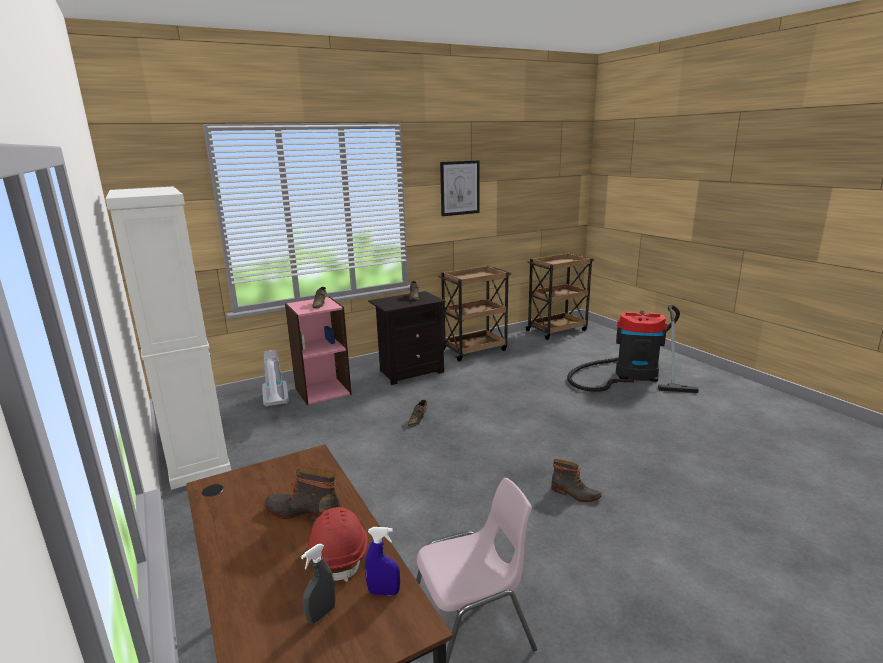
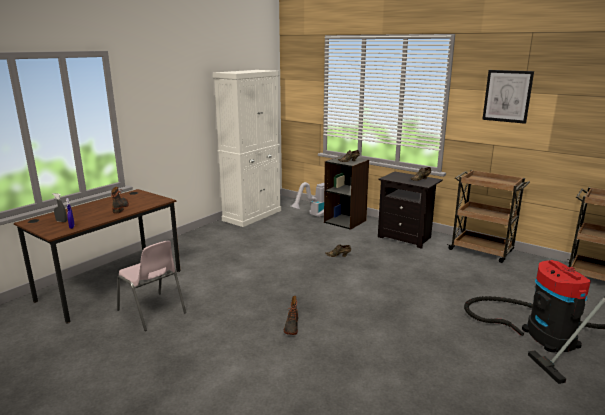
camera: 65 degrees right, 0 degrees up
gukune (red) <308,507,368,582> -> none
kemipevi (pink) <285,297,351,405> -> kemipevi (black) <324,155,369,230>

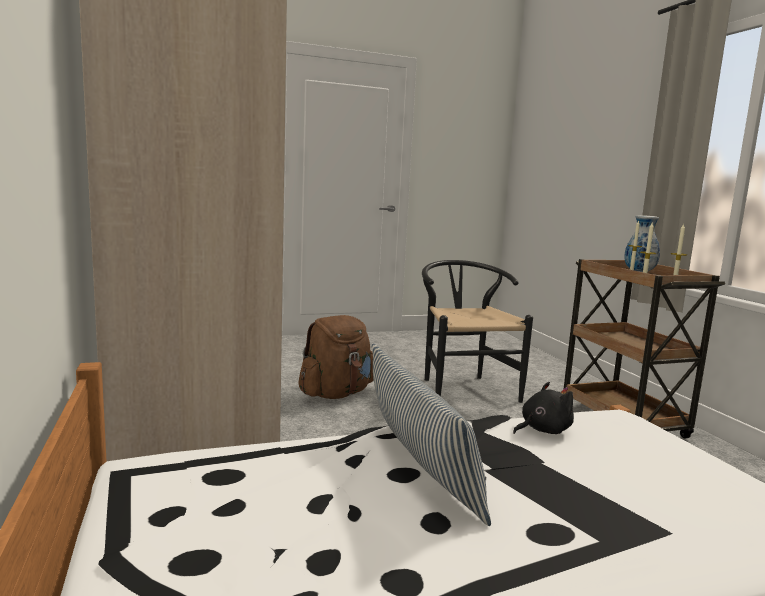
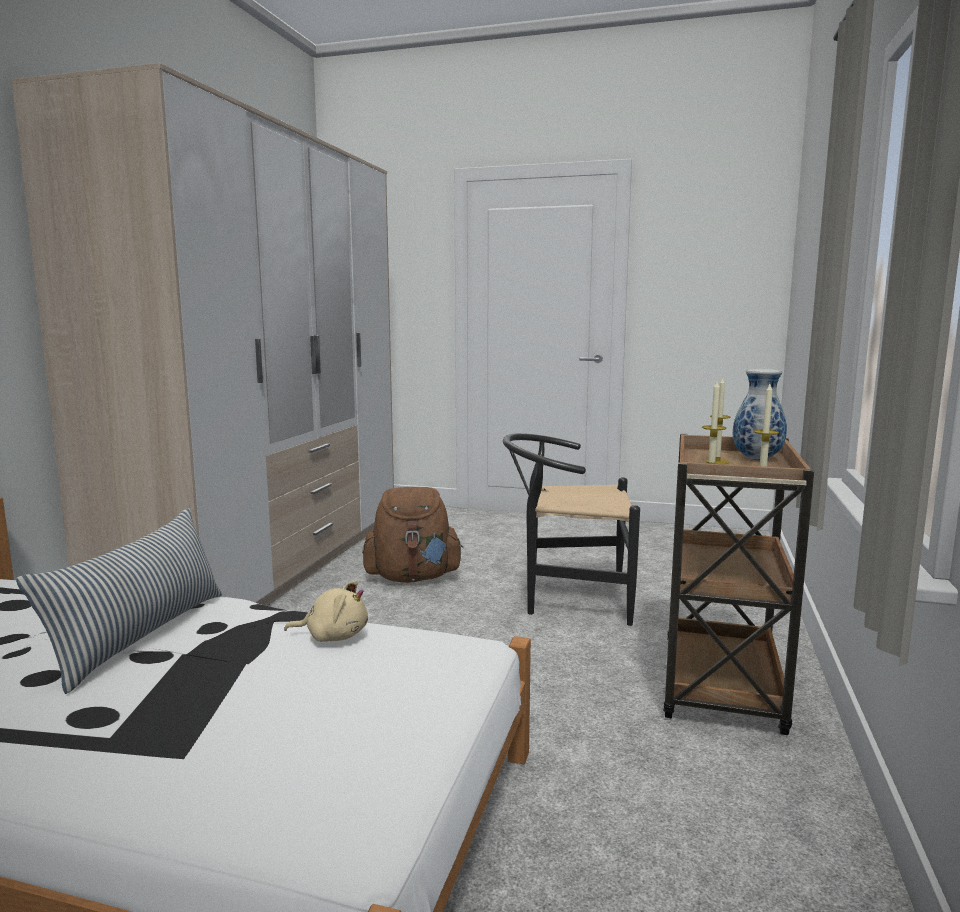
camera: 35 degrees right, 0 degrees up
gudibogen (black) <513,382,574,434> -> gudibogen (beige) <284,580,368,642>
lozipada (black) <422,260,533,403> -> lozipada (black) <503,433,640,626>, 105 degrees counterclockwise

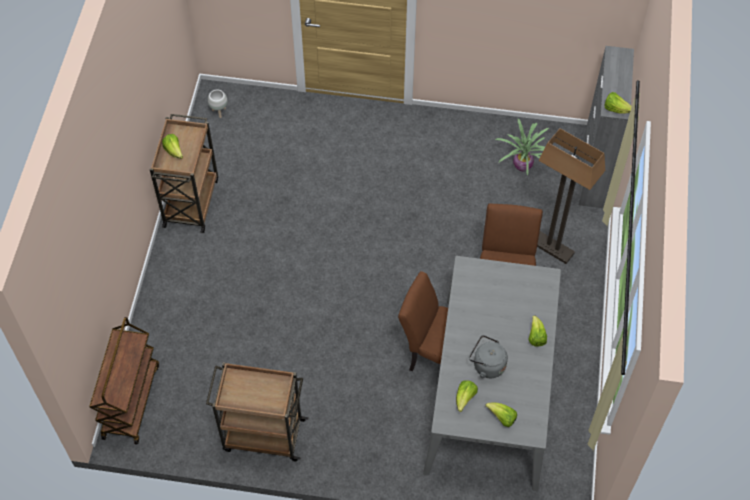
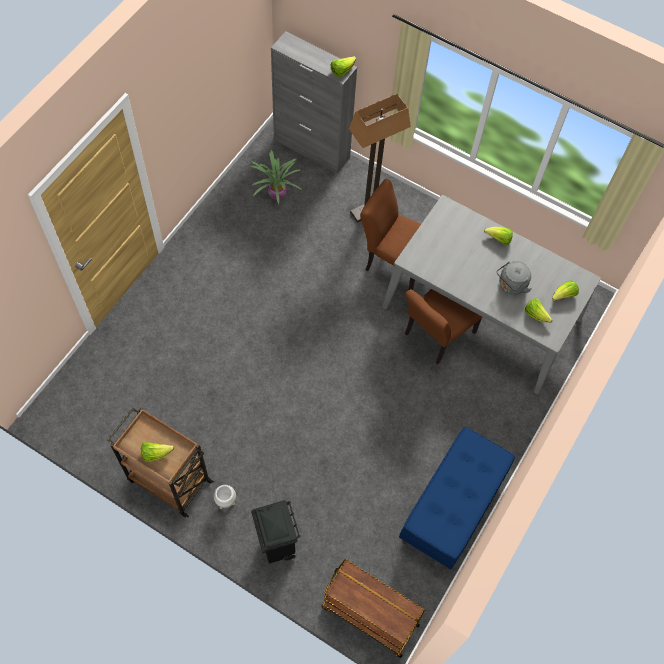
camera: 70 degrees left, 5 degrees up
none -> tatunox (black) <251,500,300,563>
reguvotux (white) <208,90,227,118> -> reguvotux (white) <214,485,236,509>, move
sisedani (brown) <206,362,308,461> -> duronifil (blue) <399,427,515,569>

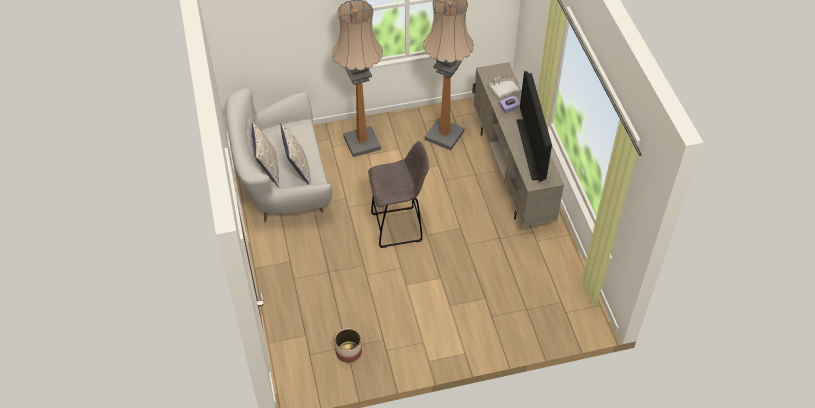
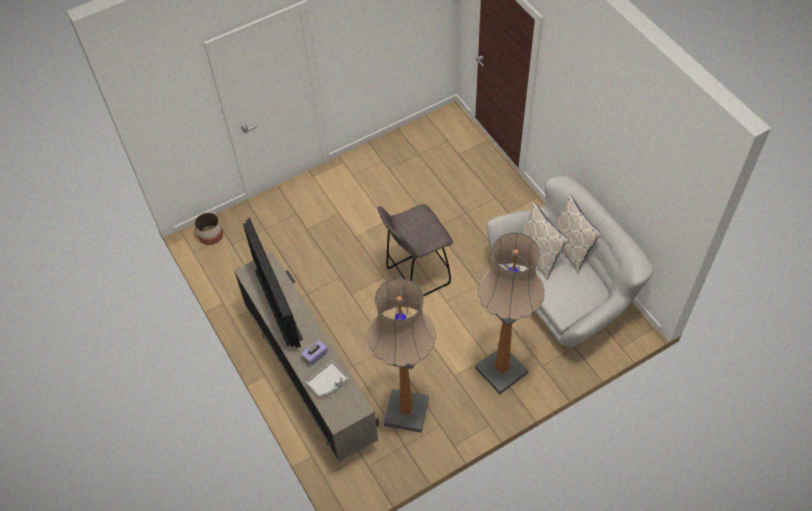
camera: 165 degrees right, 5 degrees up
reguvotux <335,329,362,363> -> reguvotux <194,212,223,245>, move

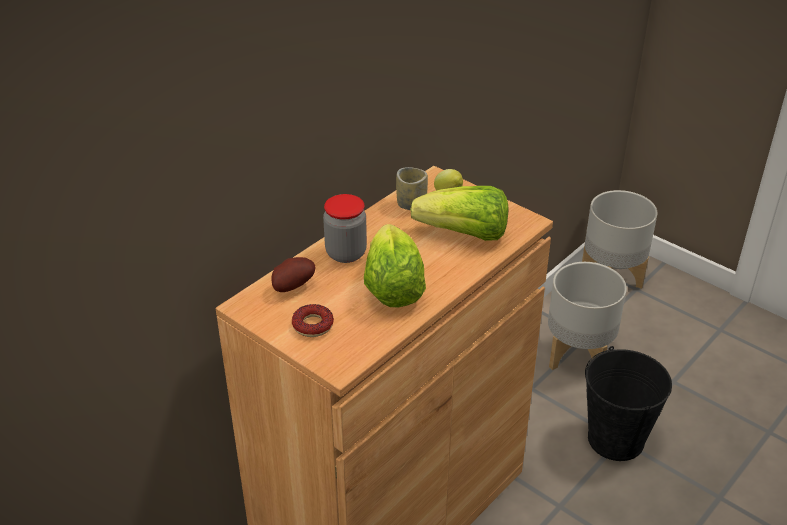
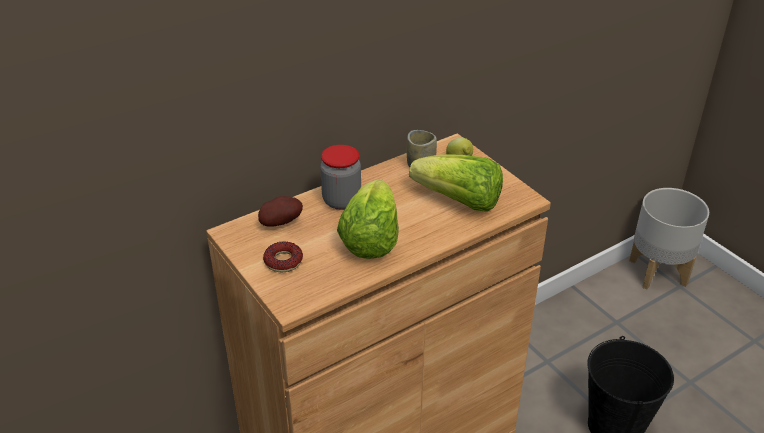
camera: 15 degrees right, 0 degrees up
reguvotux (grey) <548,262,627,370> -> none

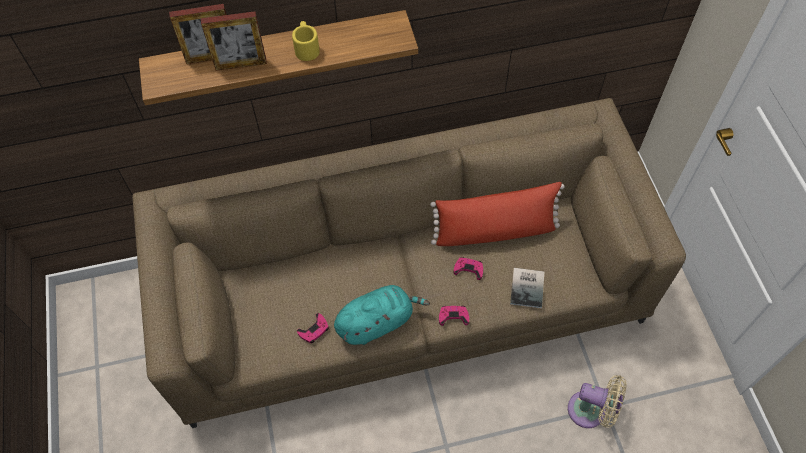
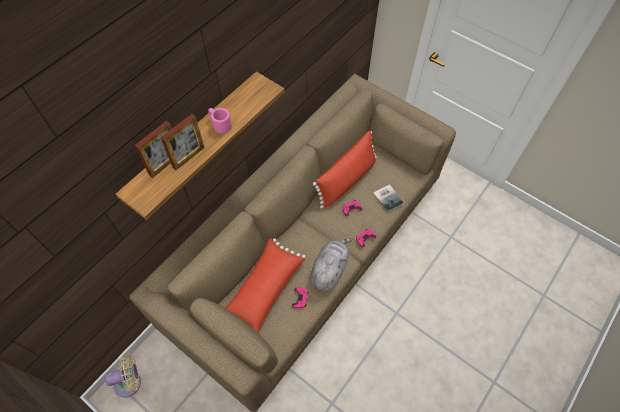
camera: 40 degrees left, 0 degrees up
none -> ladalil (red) <225,238,306,332>
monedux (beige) <568,375,627,428> -> monedux (beige) <105,354,141,398>, move
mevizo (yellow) <292,21,320,61> -> mevizo (pink) <208,108,232,133>
gudibogen (turquoise) <334,285,430,345> -> gudibogen (grey) <310,238,353,291>

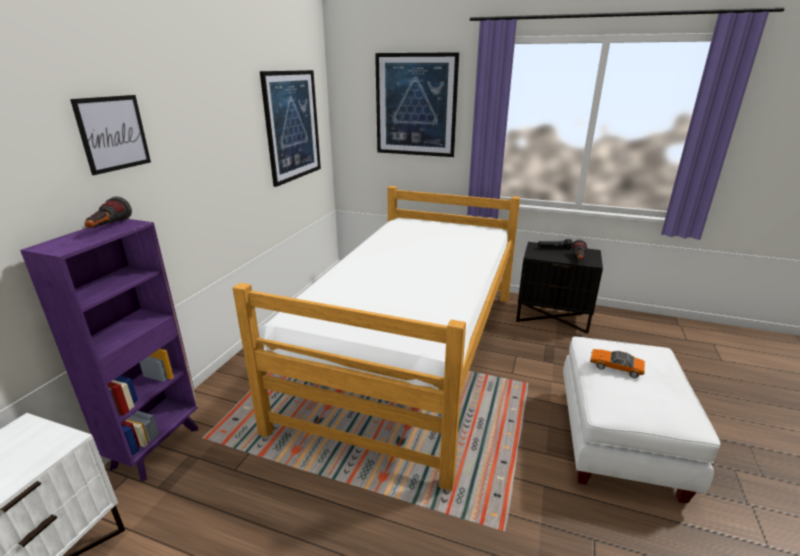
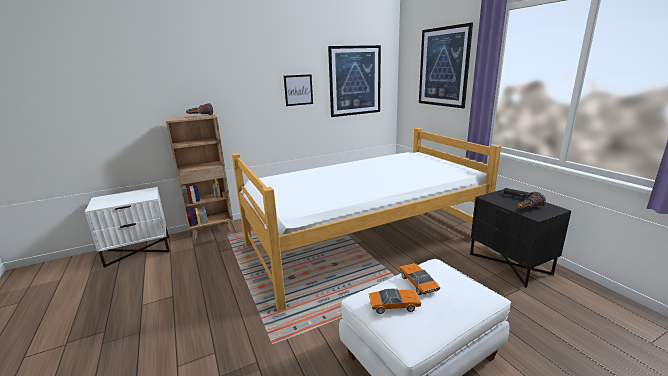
camera: 45 degrees right, 5 degrees down
none -> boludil <369,288,421,314>
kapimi <70,95,151,175> -> kapimi <284,74,313,106>, move
kemipevi (purple) <20,219,199,482> -> kemipevi (brown) <166,114,233,240>

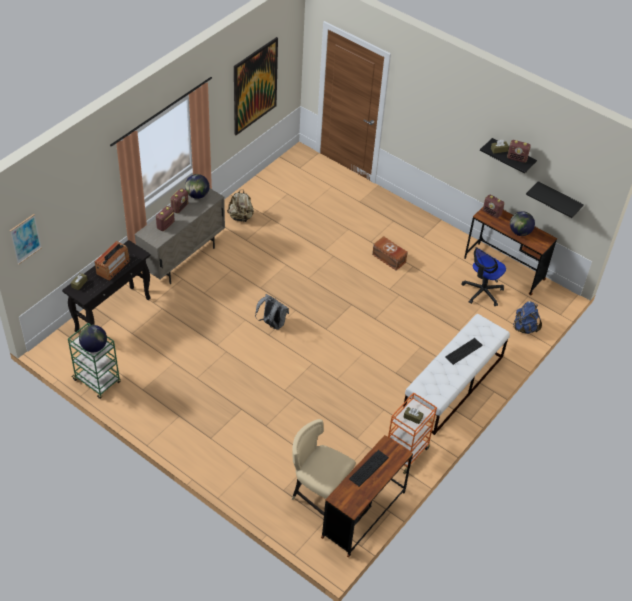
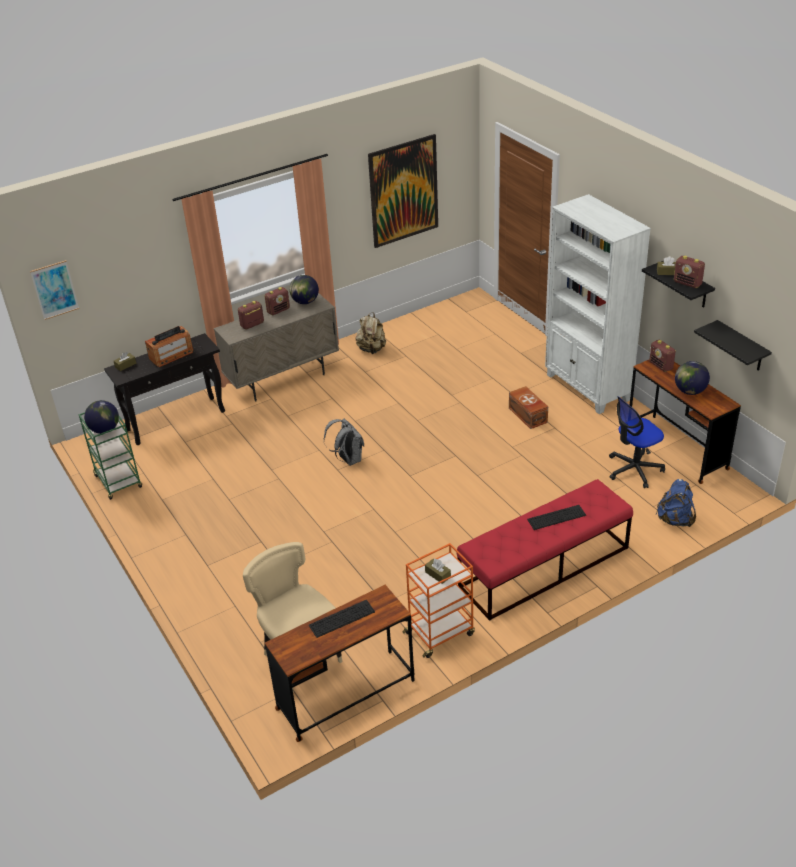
camera: 25 degrees right, 10 degrees down
none -> kemipevi (white) <545,194,651,414>
duronifil (white) <403,314,510,435> -> duronifil (red) <457,479,633,621>

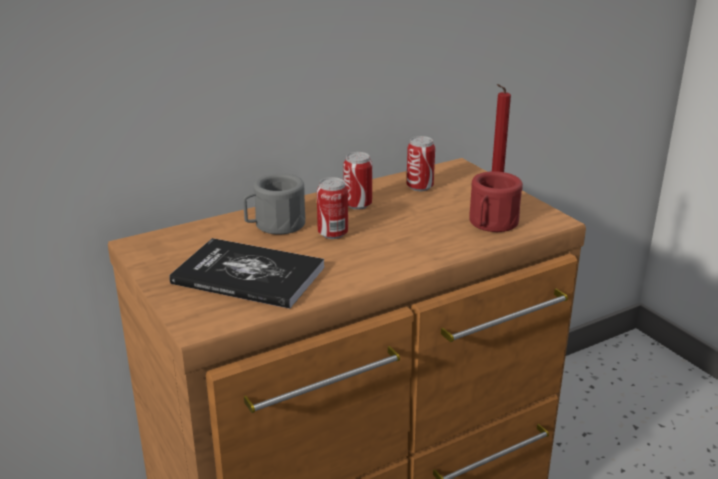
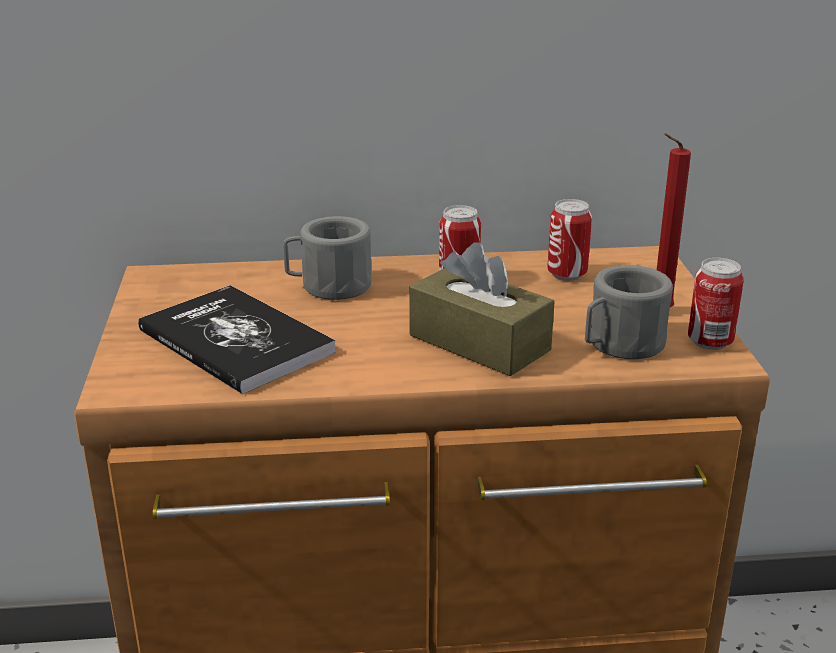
camera: 25 degrees right, 0 degrees up
none -> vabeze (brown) <409,242,555,376>
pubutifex <317,177,348,239> -> pubutifex <688,258,744,350>, move
mevizo (red) <469,171,523,232> -> mevizo (grey) <585,265,673,359>

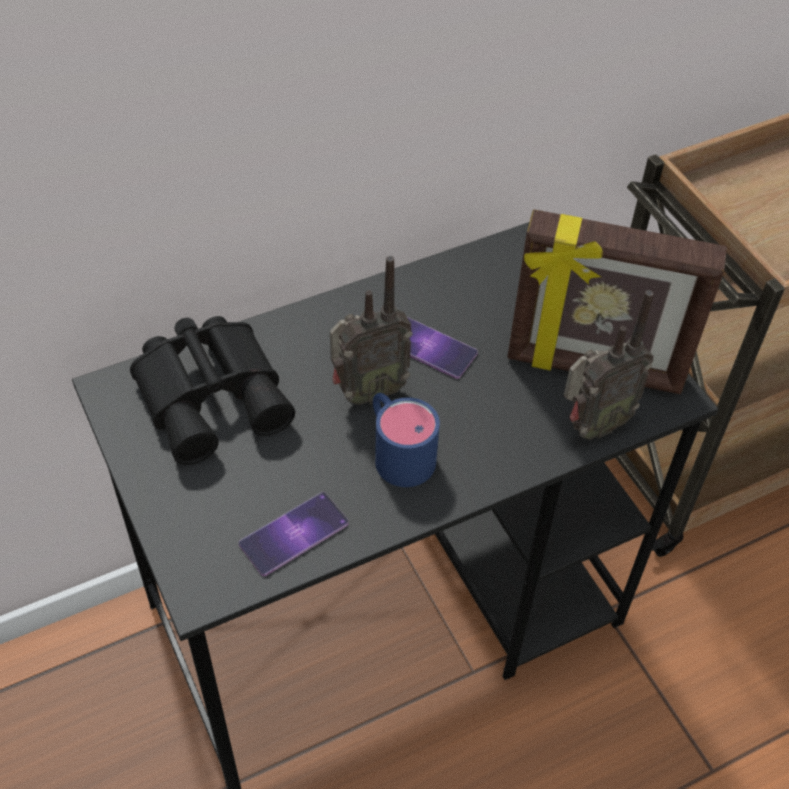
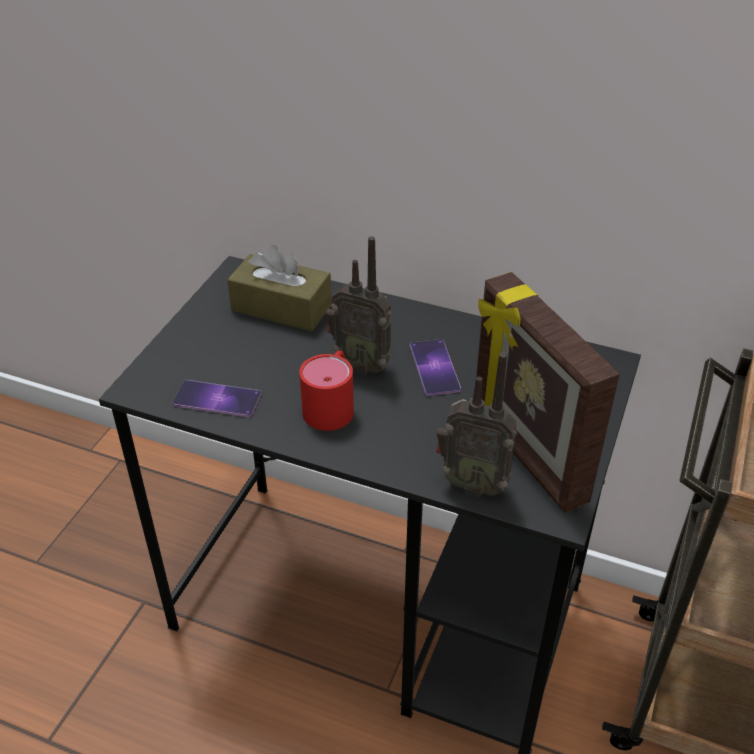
camera: 50 degrees right, 10 degrees down
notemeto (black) <130,316,295,465> -> vabeze (brown) <227,245,332,331>
mevizo (blue) <373,393,440,487> -> mevizo (red) <299,351,354,431>

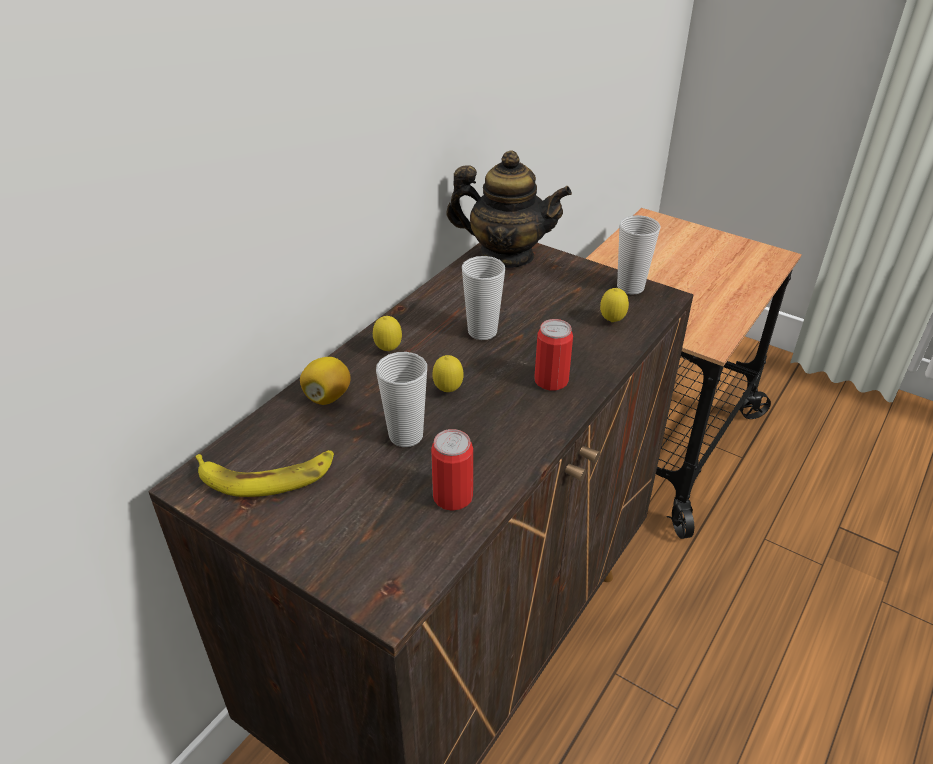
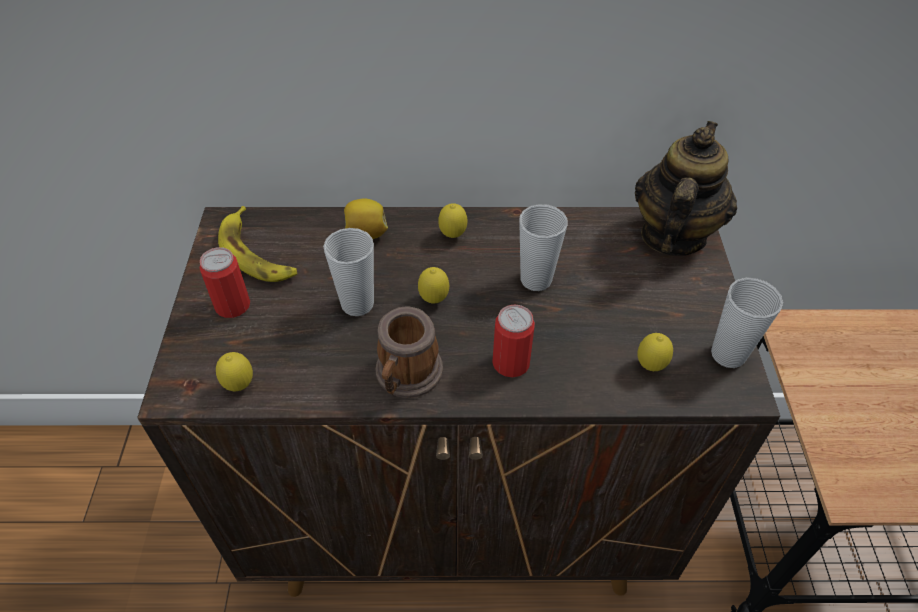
camera: 55 degrees right, 10 degrees up
none -> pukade <216,352,253,391>
none -> mevizo <375,306,443,398>
pubutifex <431,429,473,511> -> pubutifex <199,247,250,318>, move
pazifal <446,150,572,268> -> pazifal <635,121,737,256>, 135 degrees counterclockwise

